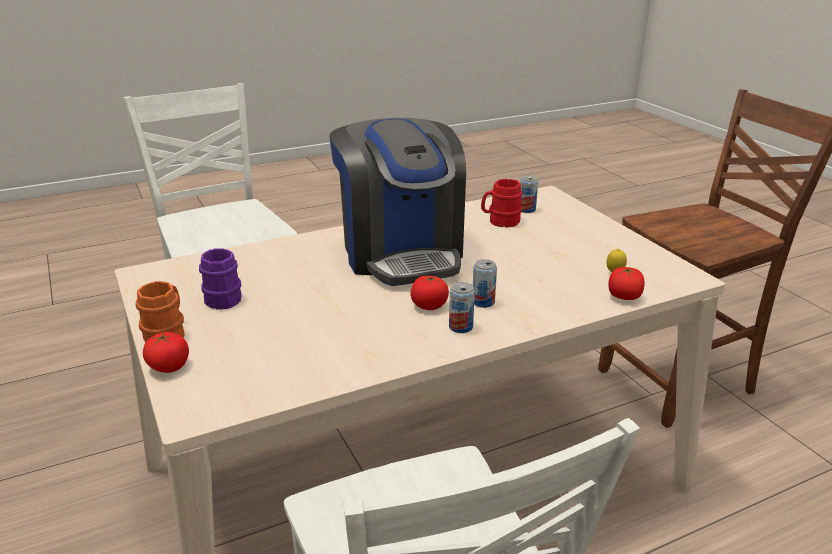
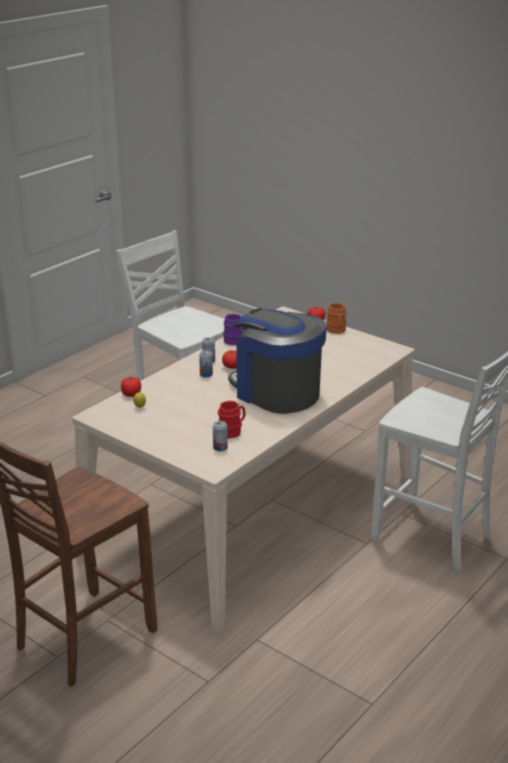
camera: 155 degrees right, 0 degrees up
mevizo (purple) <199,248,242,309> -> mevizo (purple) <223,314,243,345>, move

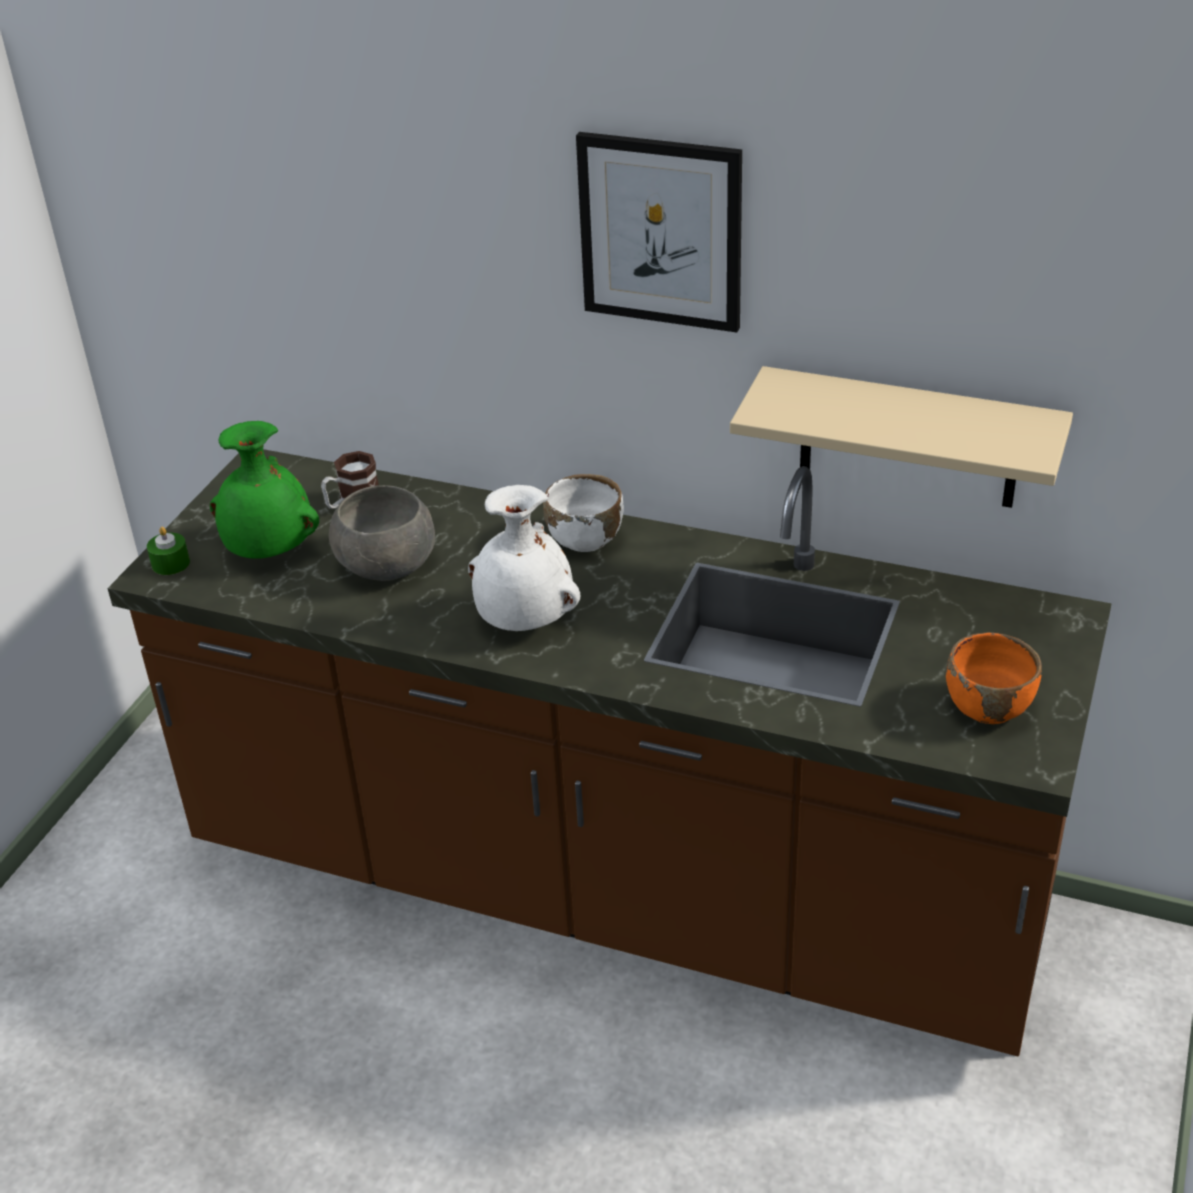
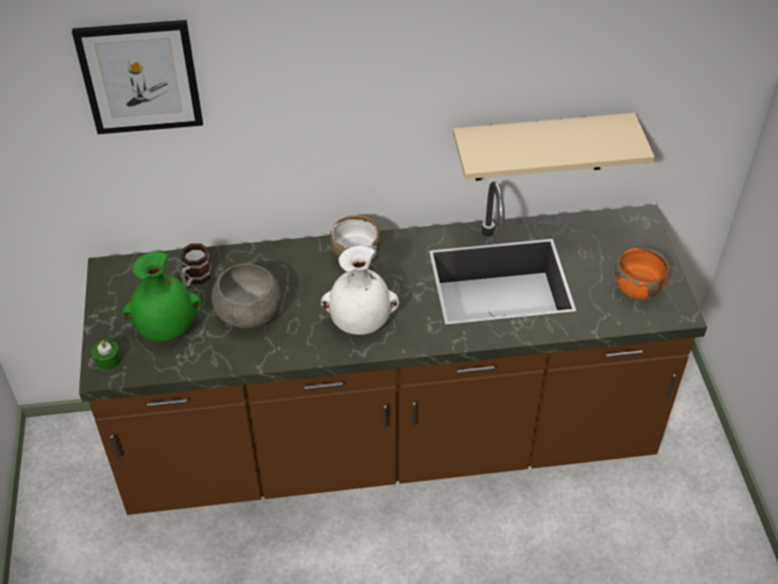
camera: 30 degrees left, 10 degrees up
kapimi <576,132,742,333> -> kapimi <72,20,203,134>, move

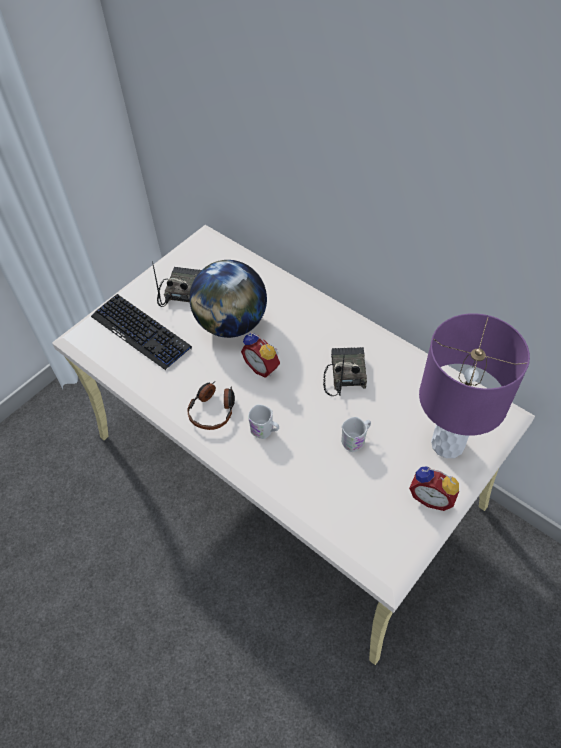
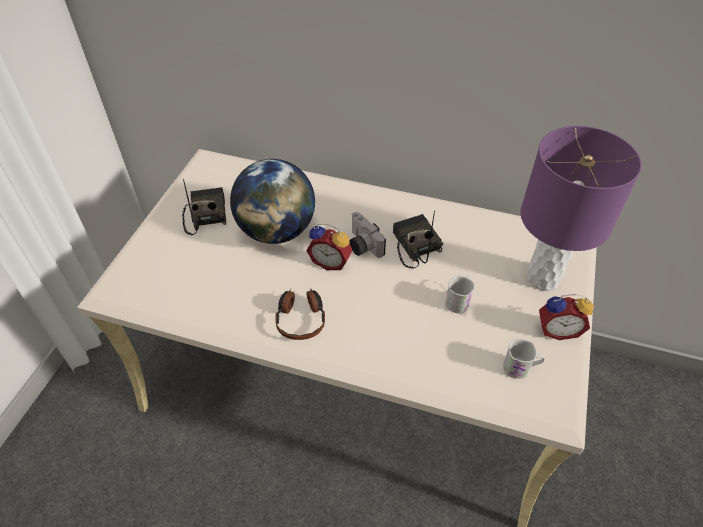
camera: 25 degrees left, 5 degrees down
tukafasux <91,294,192,370> -> none
none -> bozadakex <350,212,386,258>
mevizo (white) <248,404,279,439> -> mevizo (white) <503,339,545,379>, move

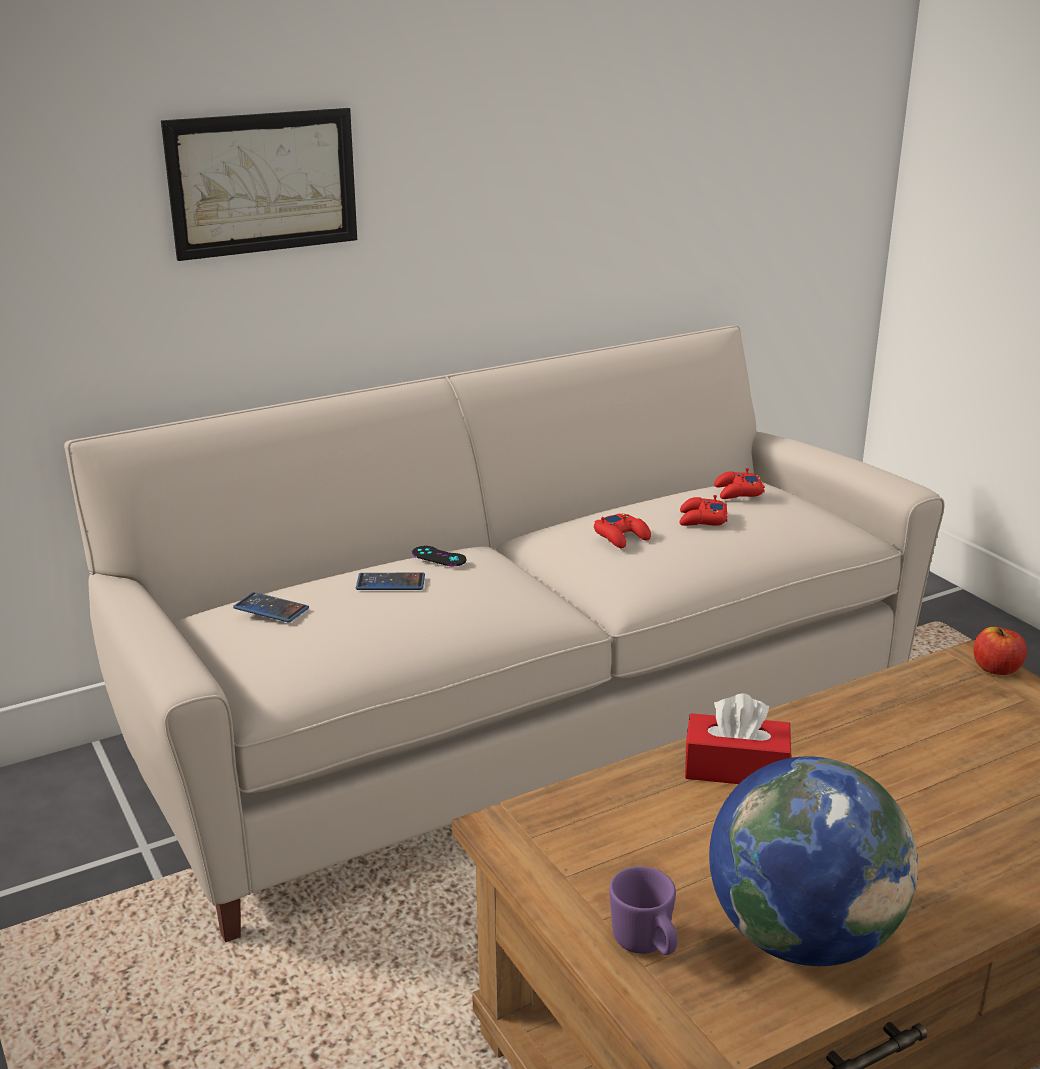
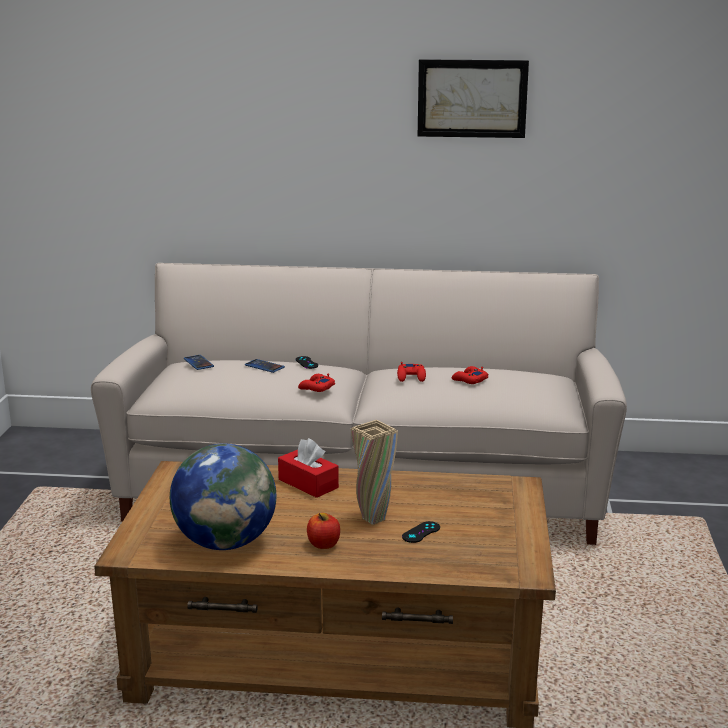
camera: 35 degrees right, 5 degrees down
mevizo (purple) <609,866,677,955> -> none
none -> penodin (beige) <351,420,398,525>
none -> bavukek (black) <402,521,440,543>
kapimi <161,108,357,261> -> kapimi <418,59,529,138>, move
bavukek (red) <714,468,765,499> -> bavukek (red) <298,374,335,392>, move
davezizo <973,627,1027,675> -> davezizo <307,513,340,549>, move

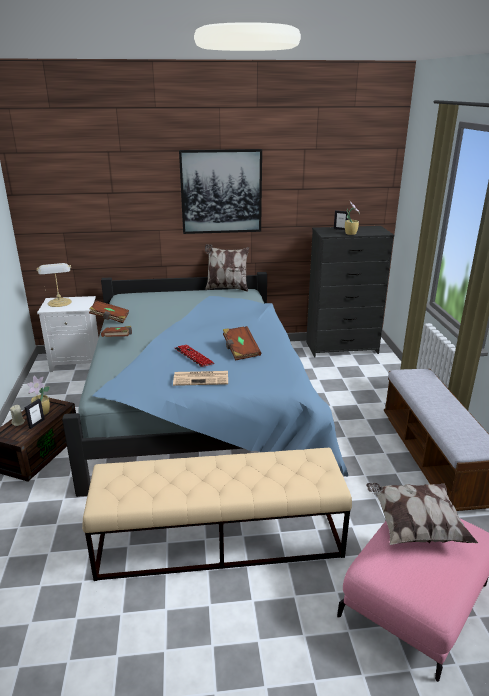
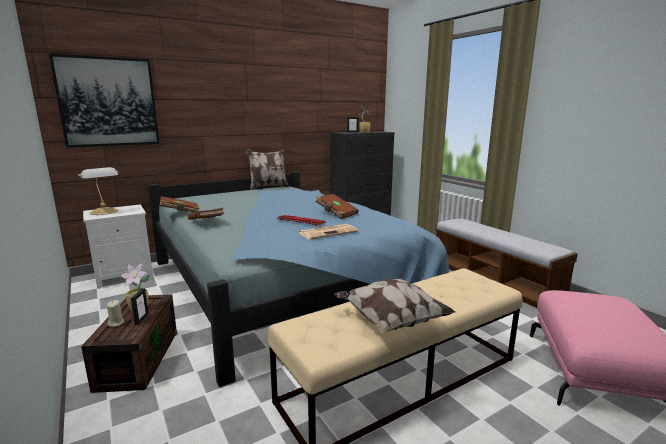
camera: 25 degrees left, 10 degrees down
kapimi <179,149,262,234> -> kapimi <49,54,160,148>, move
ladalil <366,483,478,545> -> ladalil <334,278,455,334>, move

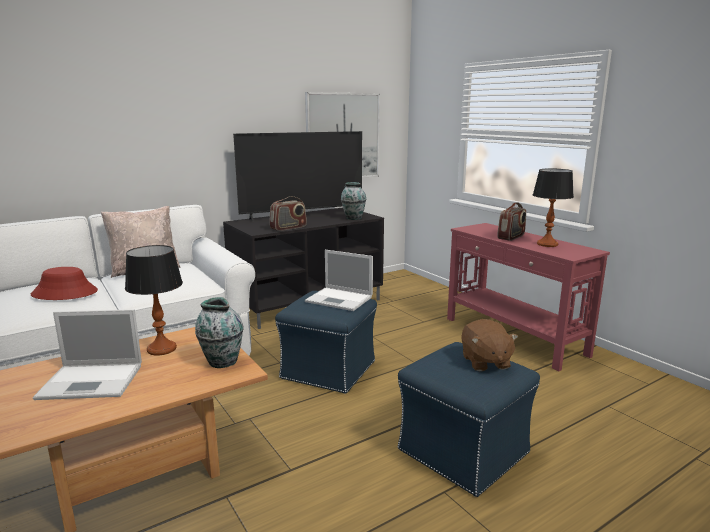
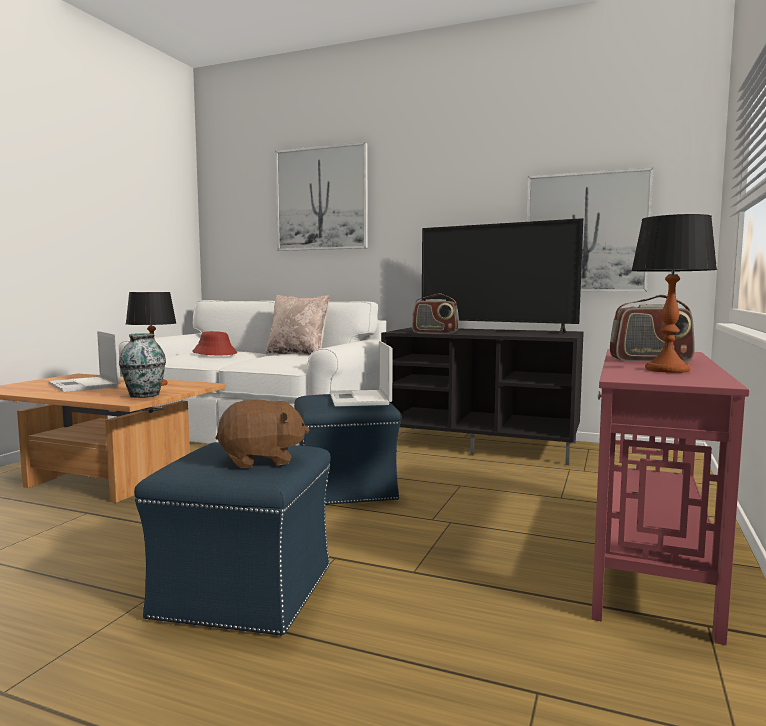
camera: 55 degrees right, 10 degrees down
penodin <341,182,366,220> -> none
none -> kapimi <275,142,368,251>
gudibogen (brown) <461,319,518,371> -> gudibogen (brown) <216,400,310,468>, 150 degrees counterclockwise

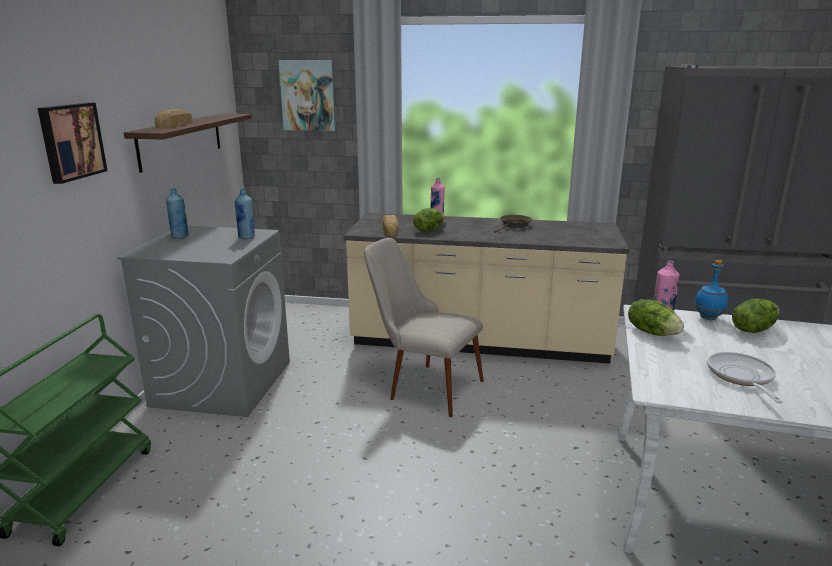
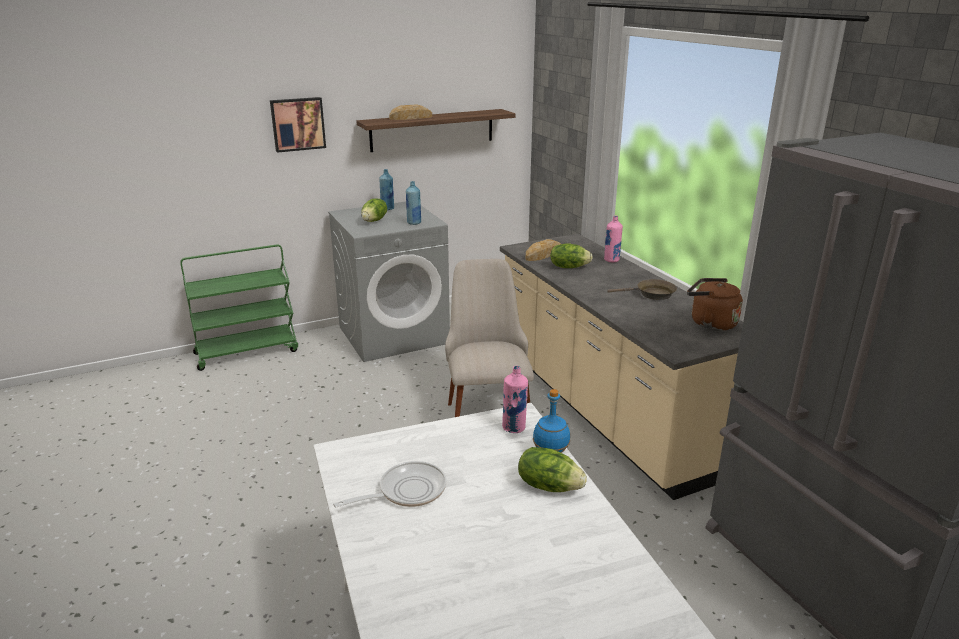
camera: 55 degrees right, 5 degrees up
kapimi <279,60,336,131> -> none
none -> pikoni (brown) <687,278,743,331>
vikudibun <628,299,684,336> -> vikudibun <362,199,387,222>, move

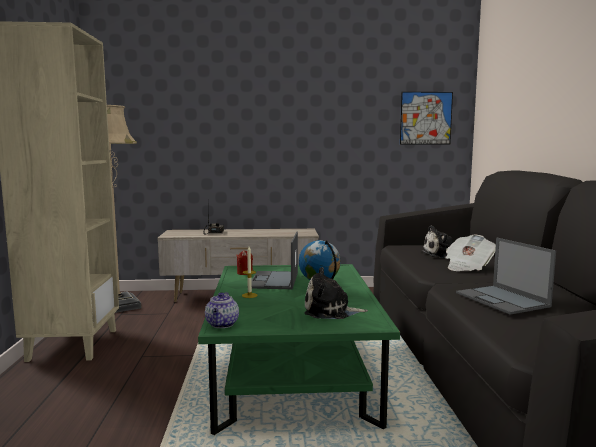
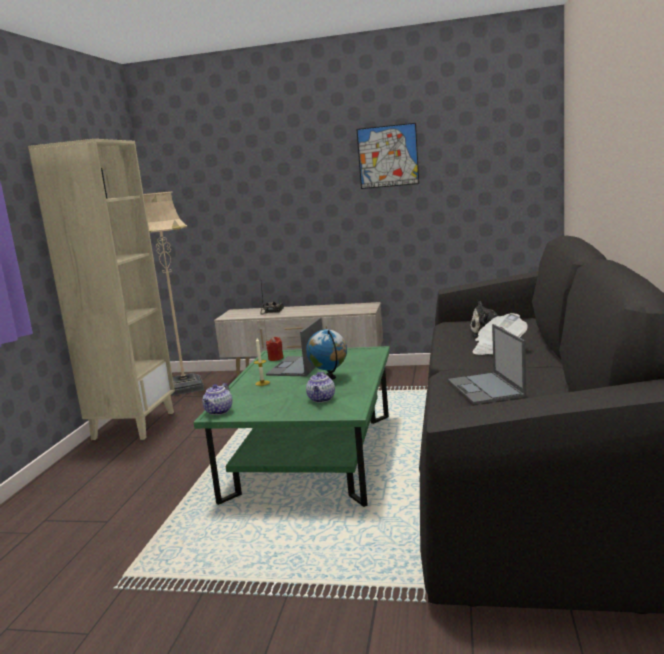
camera: 15 degrees right, 5 degrees up
kapimi <400,92,453,145> -> kapimi <356,123,419,189>, move
gudibogen <305,267,368,319> -> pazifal <306,372,335,403>

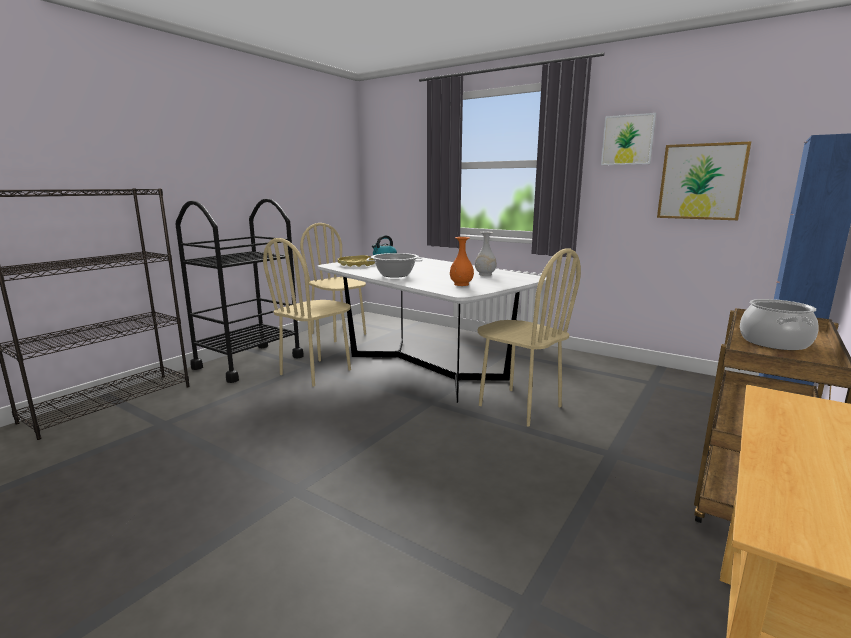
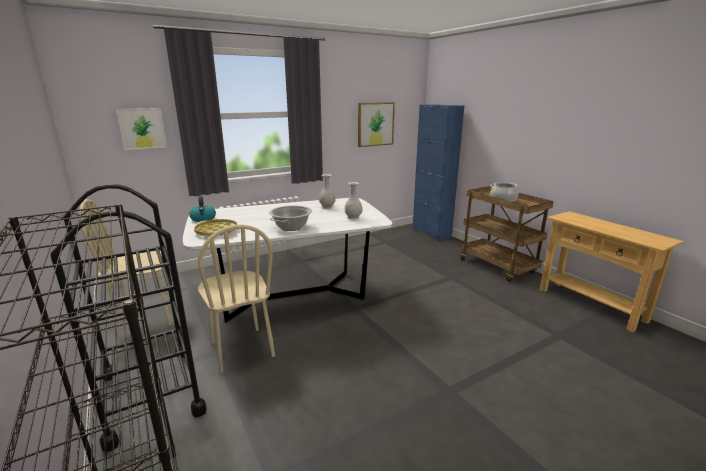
camera: 65 degrees left, 5 degrees up
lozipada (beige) <477,248,581,426> -> none
kapimi <601,113,656,165> -> kapimi <116,108,167,150>, move
penodin (orange) <450,237,474,286> -> penodin (white) <345,182,362,219>

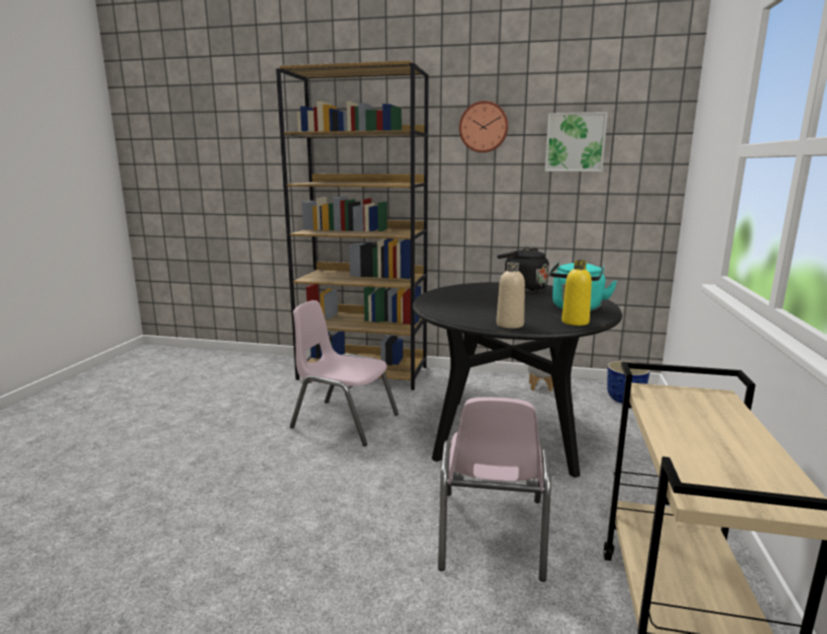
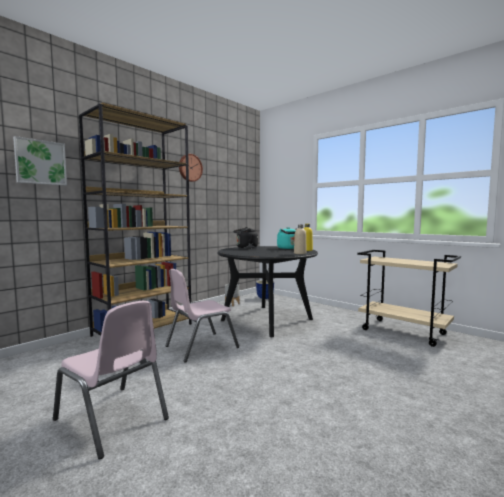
camera: 60 degrees left, 10 degrees down
lozipada (pink) <438,397,551,582> -> lozipada (pink) <53,301,169,460>, move
kapimi <545,112,608,172> -> kapimi <13,136,67,186>, move

